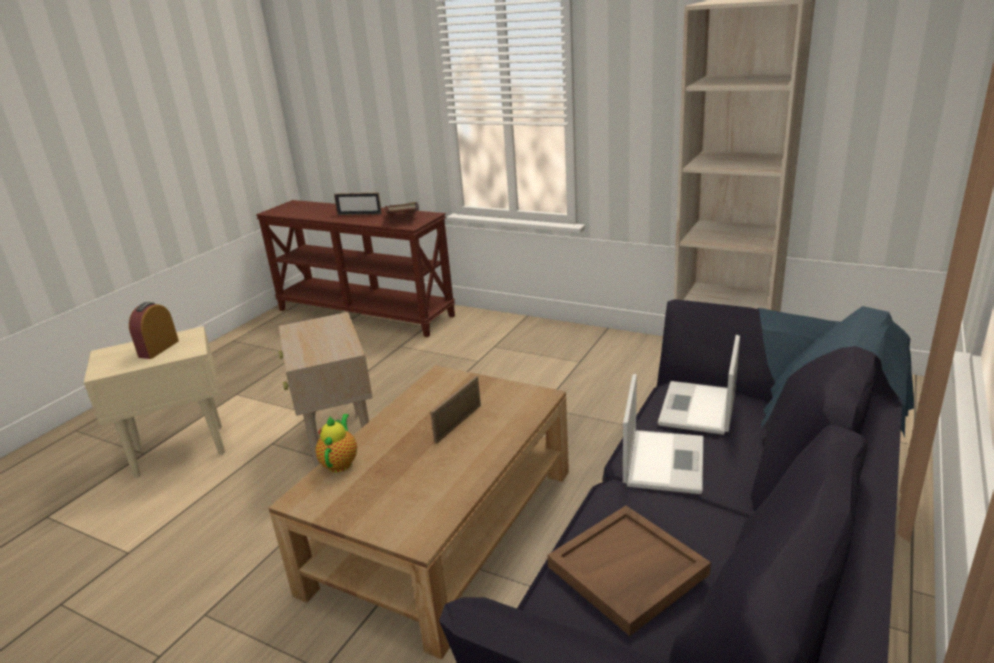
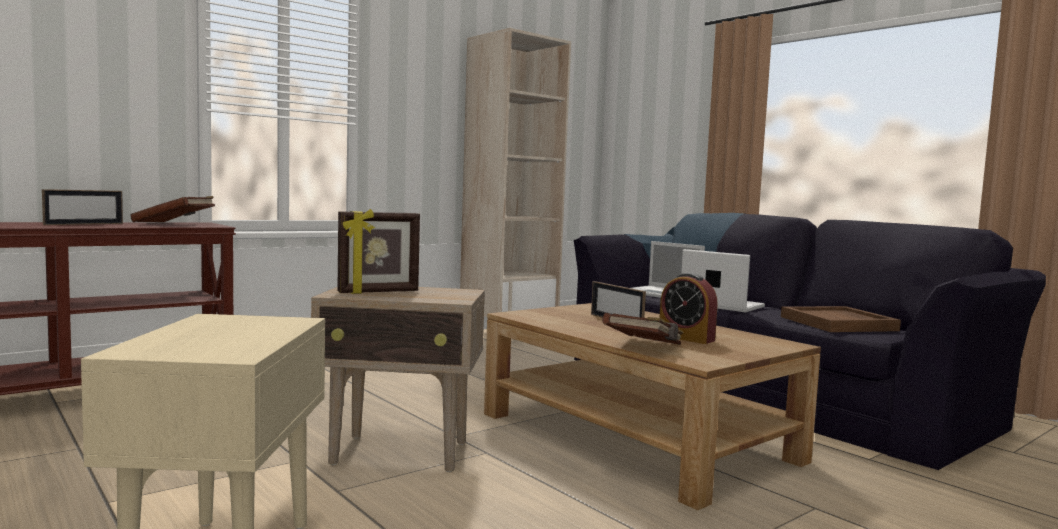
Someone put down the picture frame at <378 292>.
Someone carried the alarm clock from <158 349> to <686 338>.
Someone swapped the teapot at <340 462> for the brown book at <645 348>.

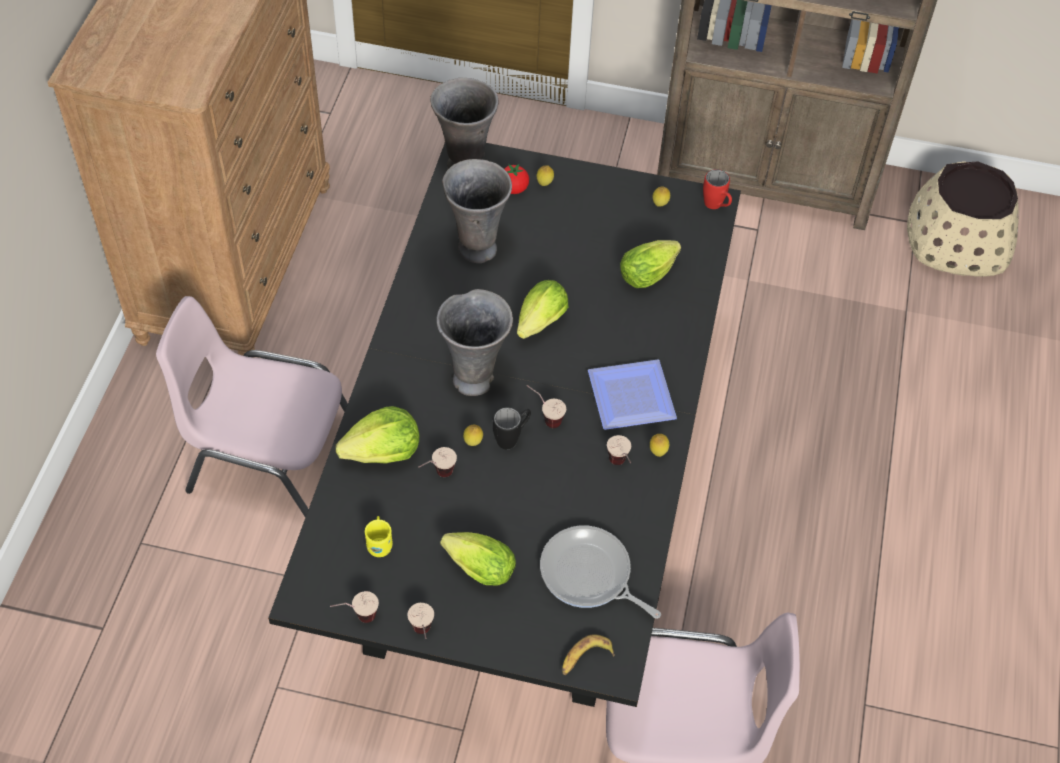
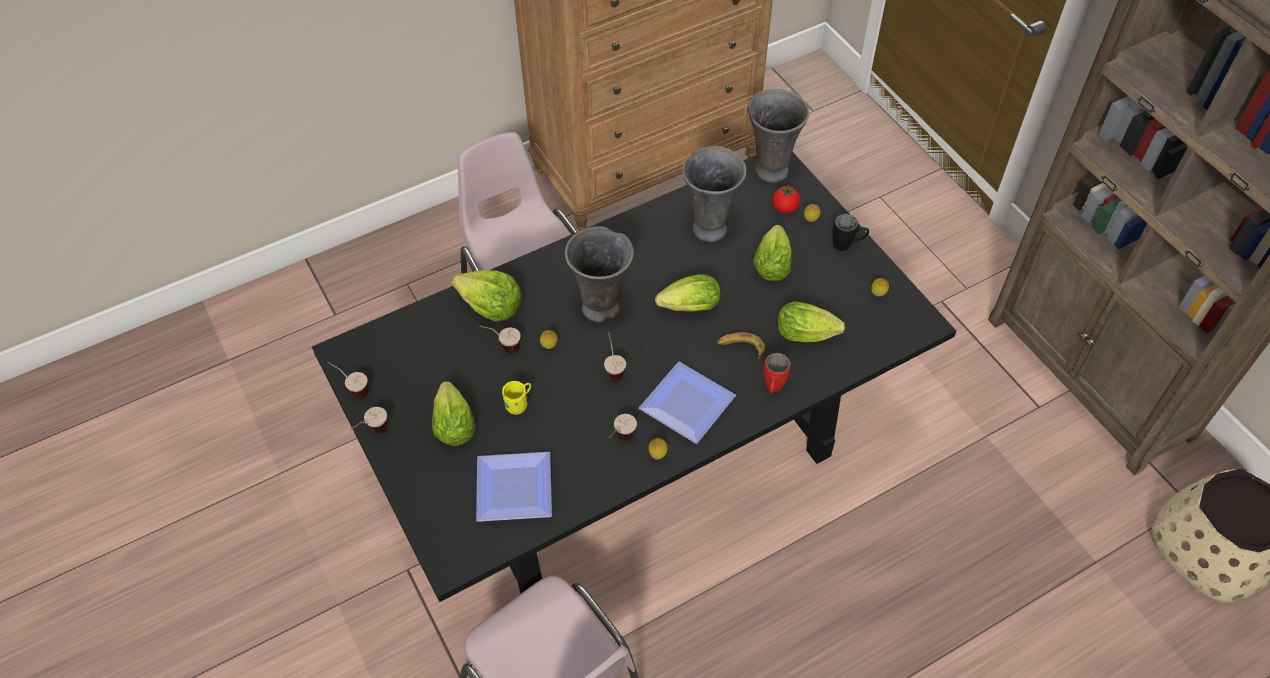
Someone put down the lettuce at <772 263>.
Someone carried the yellow mug from <379 544> to <519 404>.
Someone carried the black mug from <512 438> to <847 245>.
Someone carried the banana from <585 658> to <740 347>.
Someone carried the red mug from <716 207> to <772 389>.
Someone swapped the frying pan at <589 575> for the plate at <511 491>.

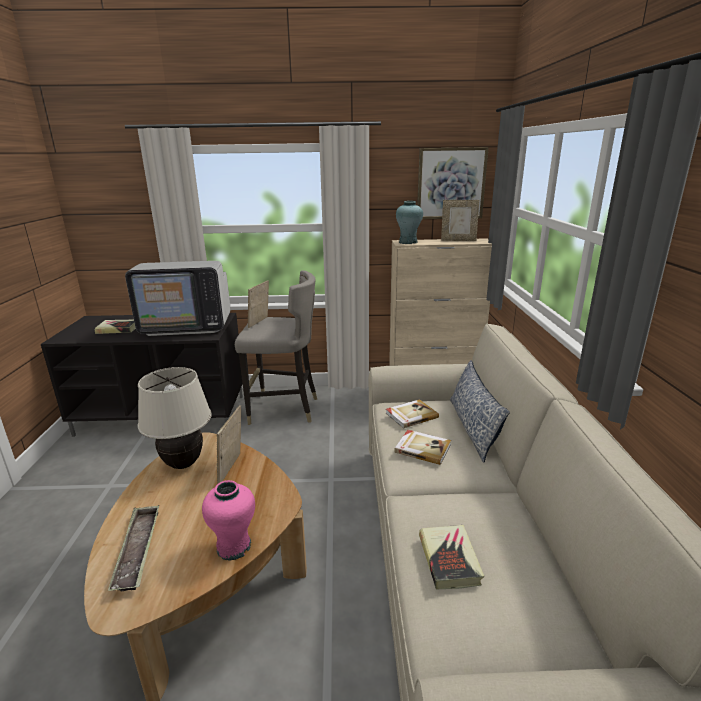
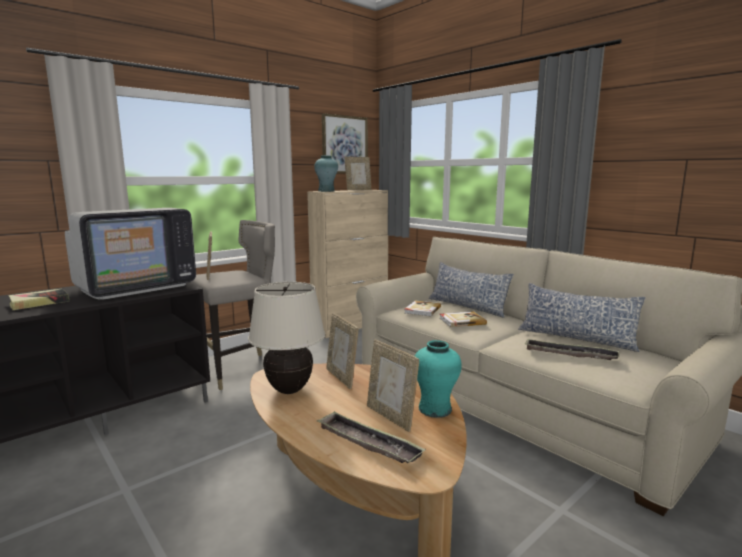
Someone put down the picture frame at <391 417>.
Someone put down the pillow at <576 338>.
Someone swapped the book at <449 559> for the tray at <569 354>.
Someone repainted the pink vase at <234 546>, which became the turquoise vase at <434 409>.

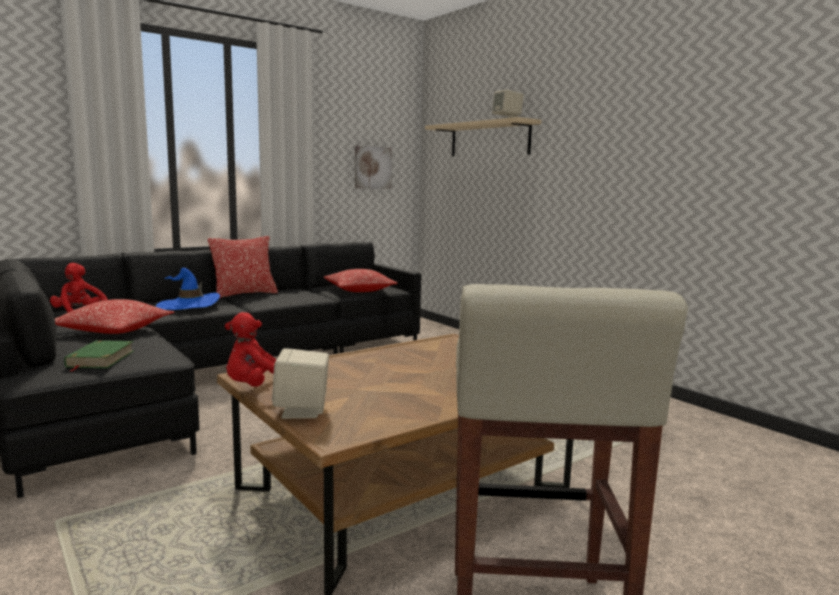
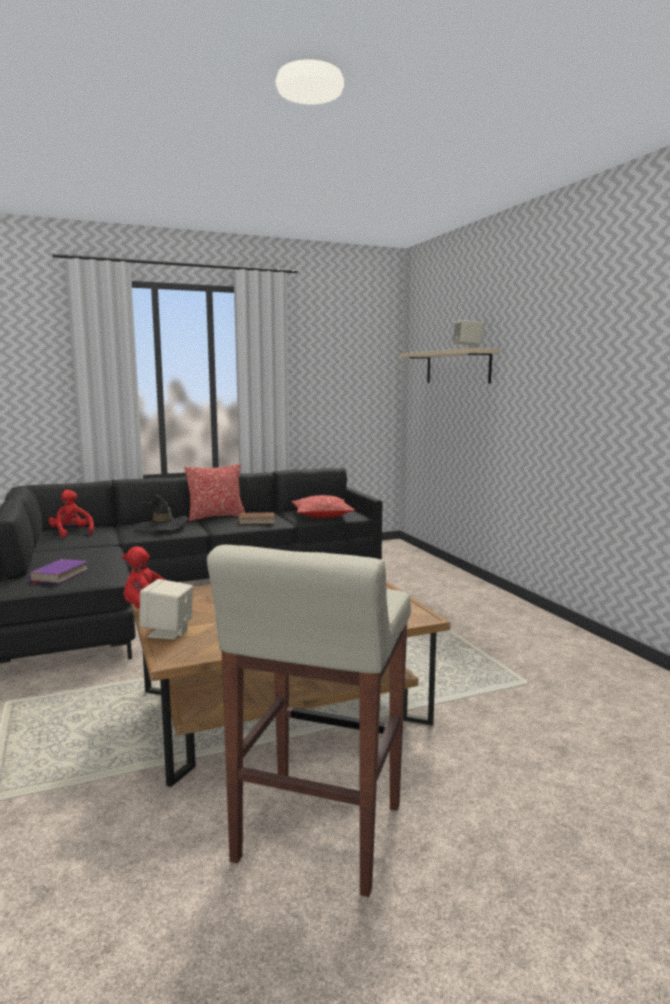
Someone took away the pillow at <113 331>.
Someone took away the picture at <372 167>.
Someone put down the brown book at <256 521>.
Someone repainted the green book at <100 359>, which became the purple book at <59 575>.
Someone repainted the blue hat at <188 306>, which became the black hat at <161 527>.

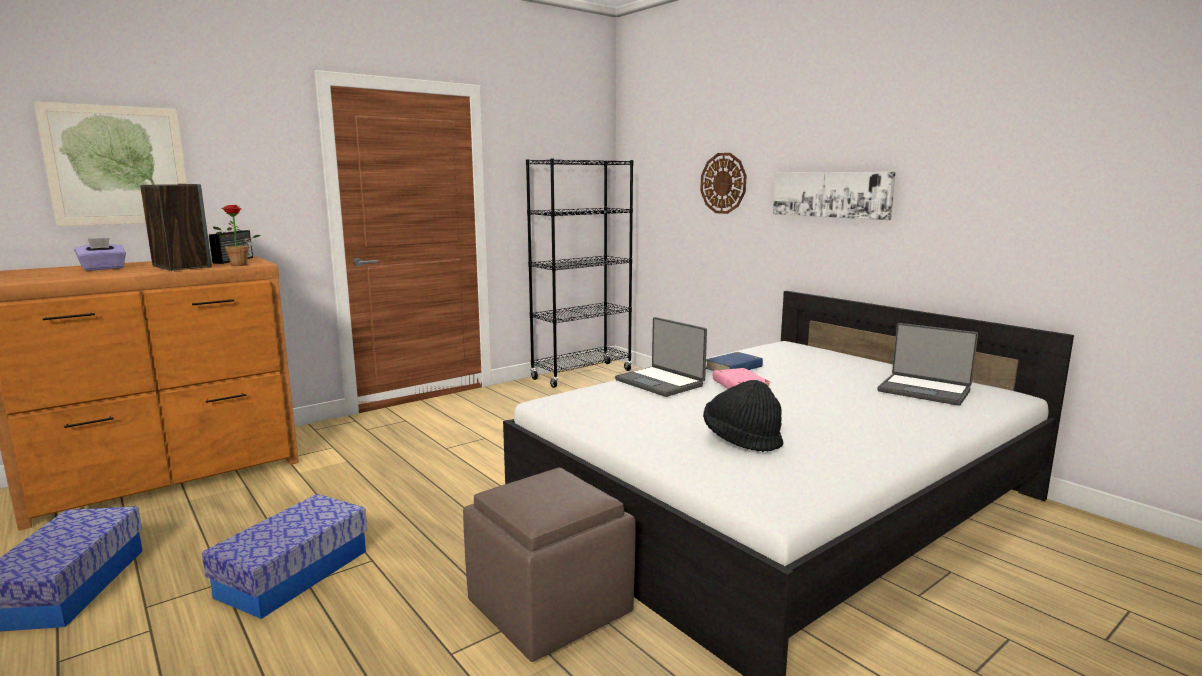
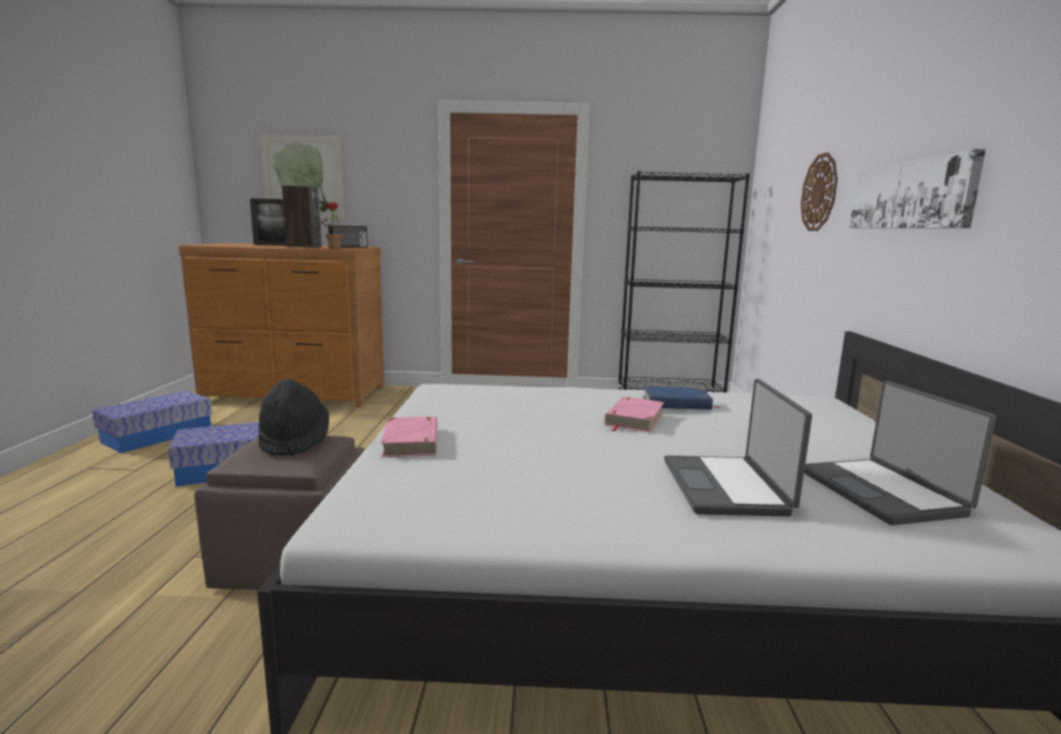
Someone put down the pink book at <411 442>.
Someone carried the laptop from <660 382> to <727 487>.
Someone carried the black hat from <741 440> to <294 441>.
Someone swapped the purple tissue box at <103 268> for the picture frame at <272 245>.

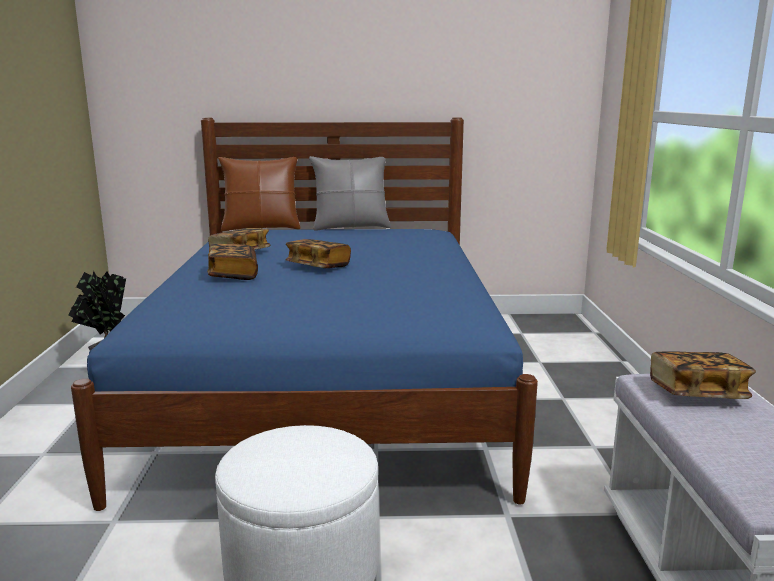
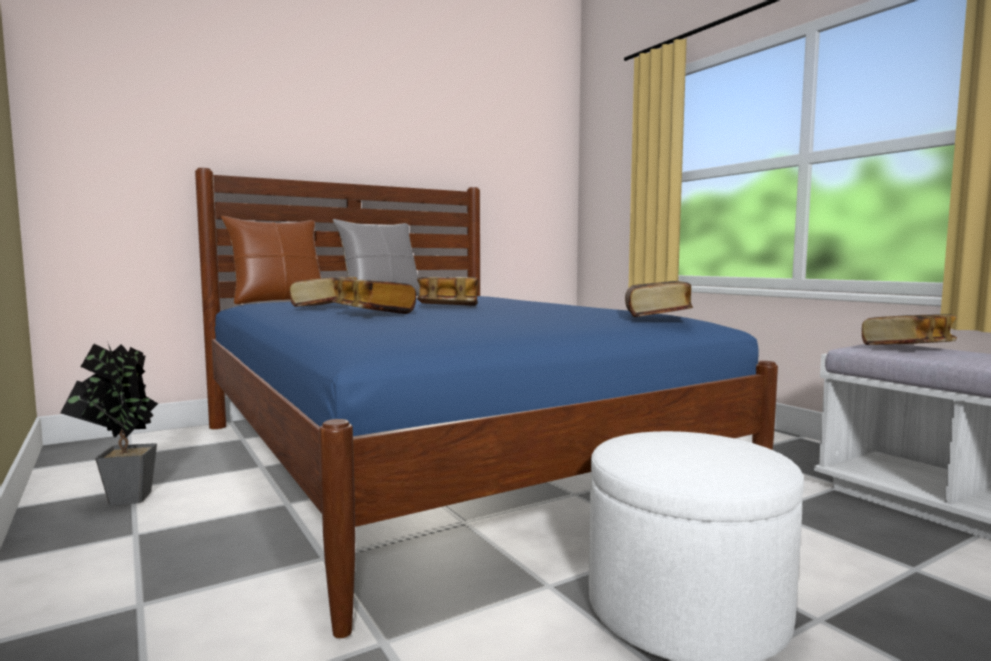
Someone put down the book at <657 316>.

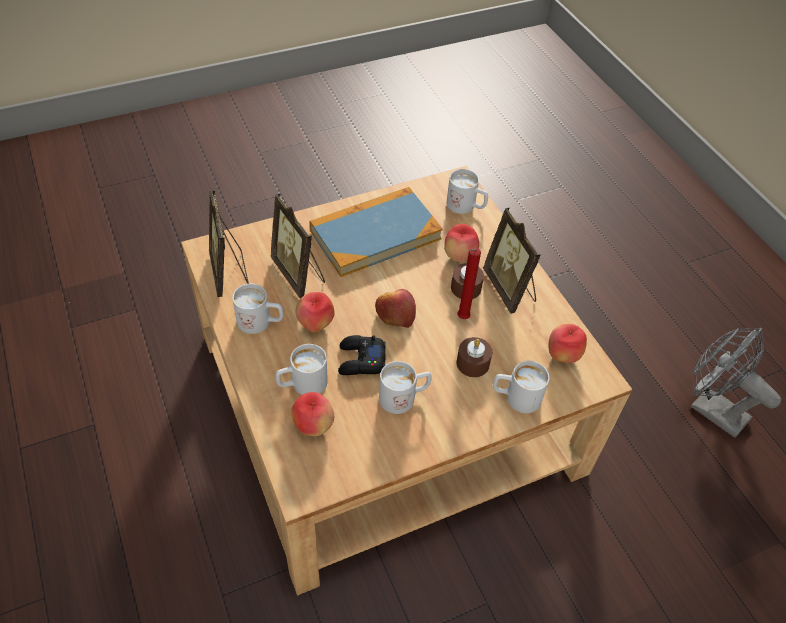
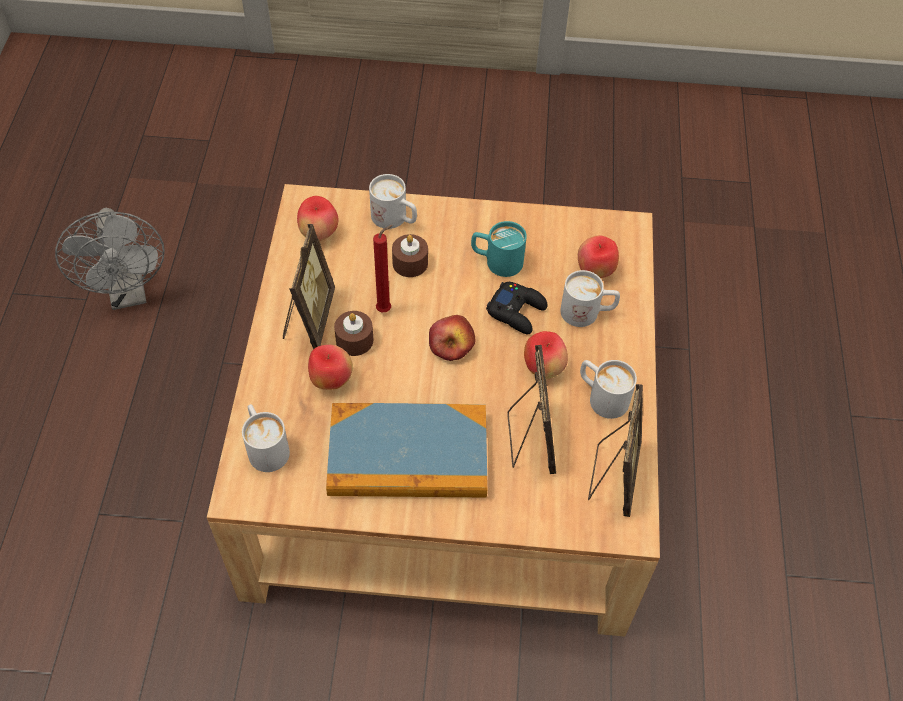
Someone repainted the white mug at <404 397>, which became the turquoise mug at <496 261>.

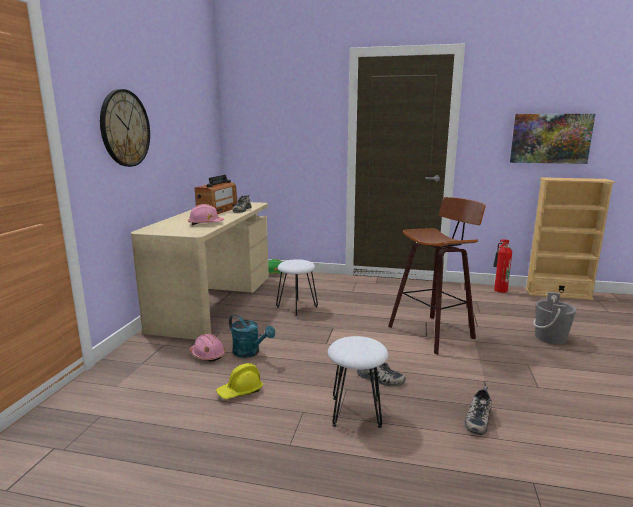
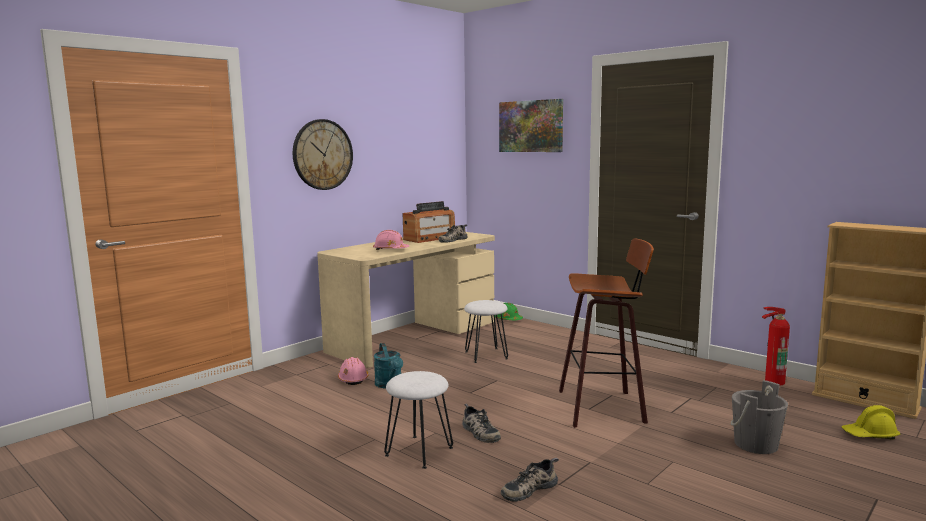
Someone carried the yellow hard hat from <240 391> to <870 435>.
Someone carried the picture from <550 138> to <531 126>.

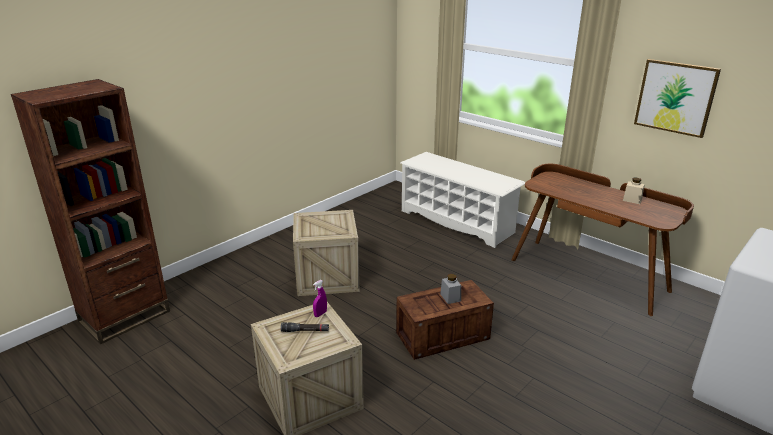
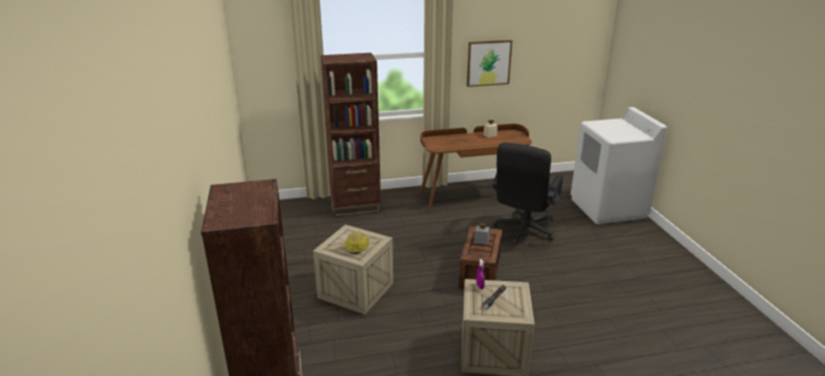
Someone put down the hard hat at <357 247>.
Someone put down the black office chair at <523 231>.
Someone swapped the white shoe rack at <457 222> for the brown bookcase at <355 207>.

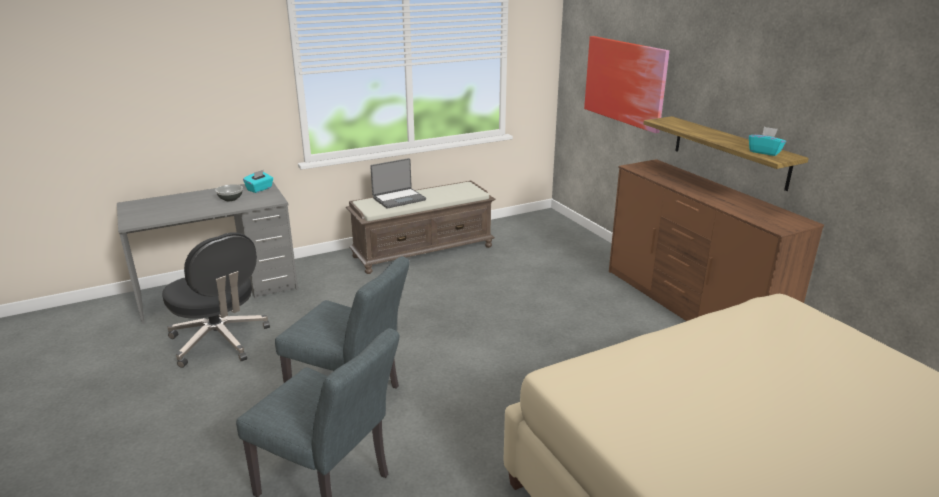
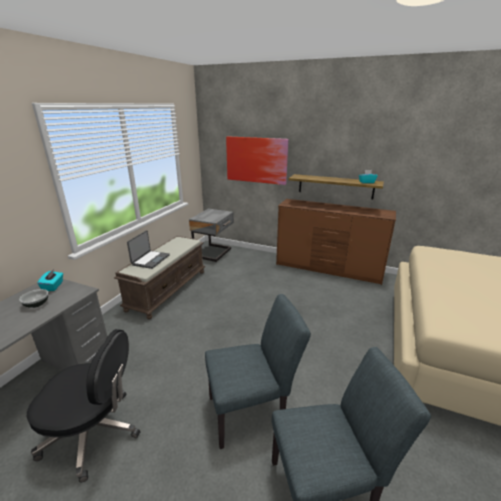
Someone put down the grey nightstand at <214 253>.

